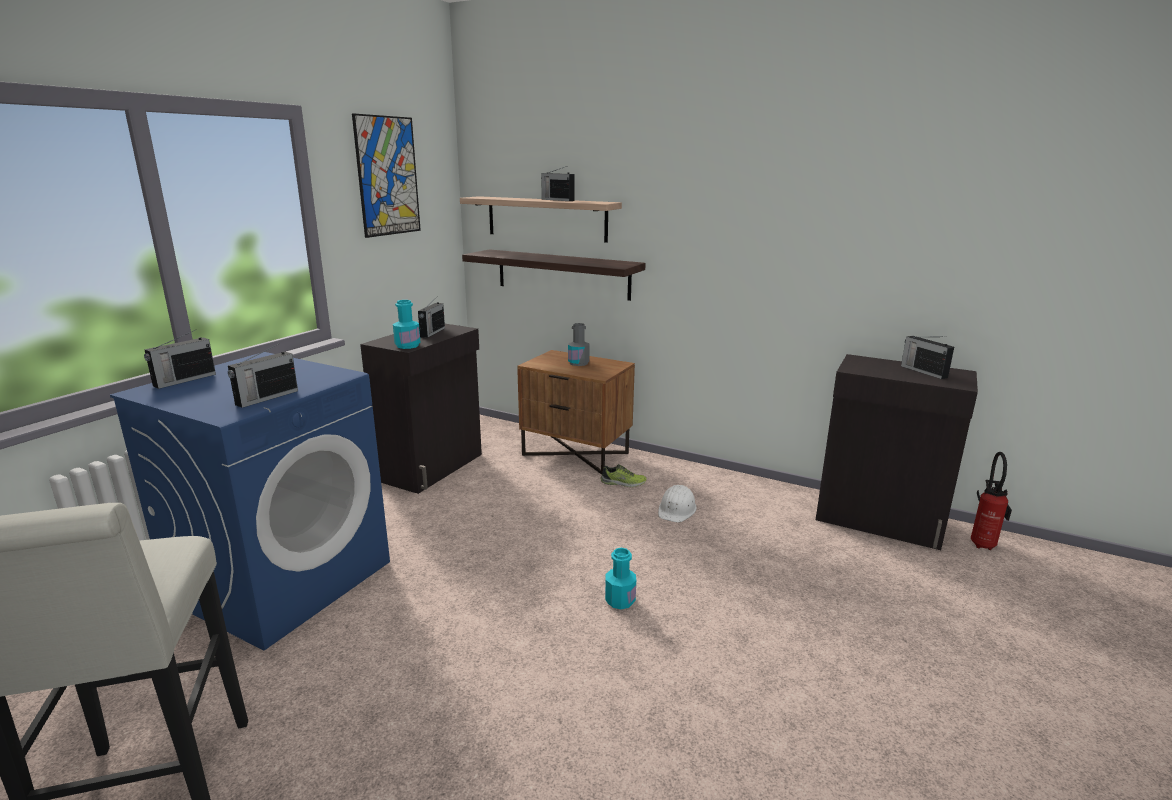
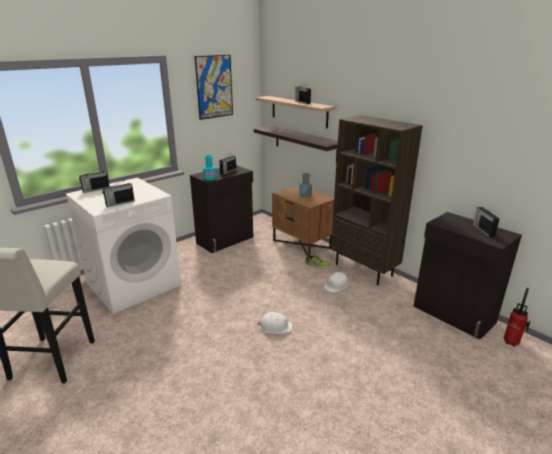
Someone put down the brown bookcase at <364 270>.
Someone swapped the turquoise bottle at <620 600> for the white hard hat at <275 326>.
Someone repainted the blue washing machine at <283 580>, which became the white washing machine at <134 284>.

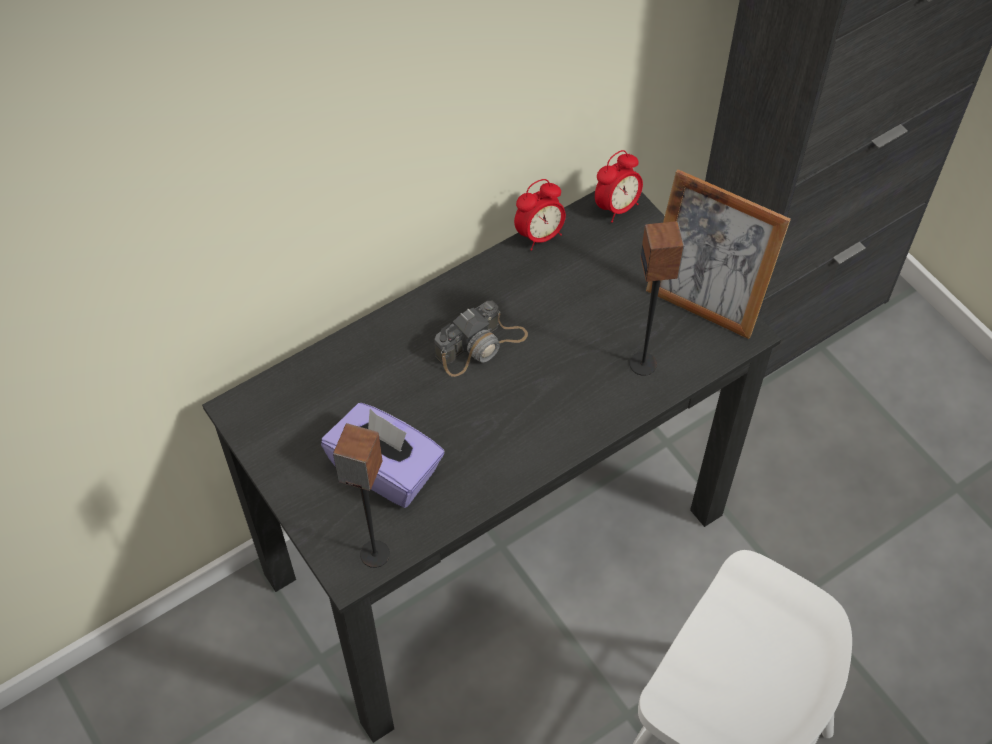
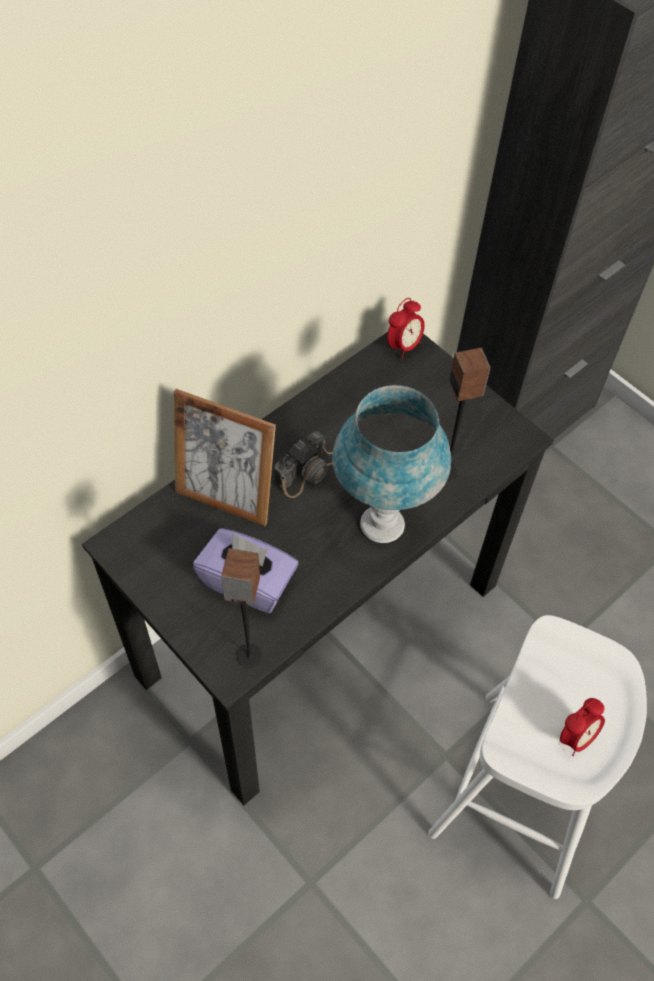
Someone put down the blue table lamp at <382 525>.
Someone carried the alarm clock from <539 235> to <575 737>.
Someone carried the picture frame from <704 302> to <226 497>.

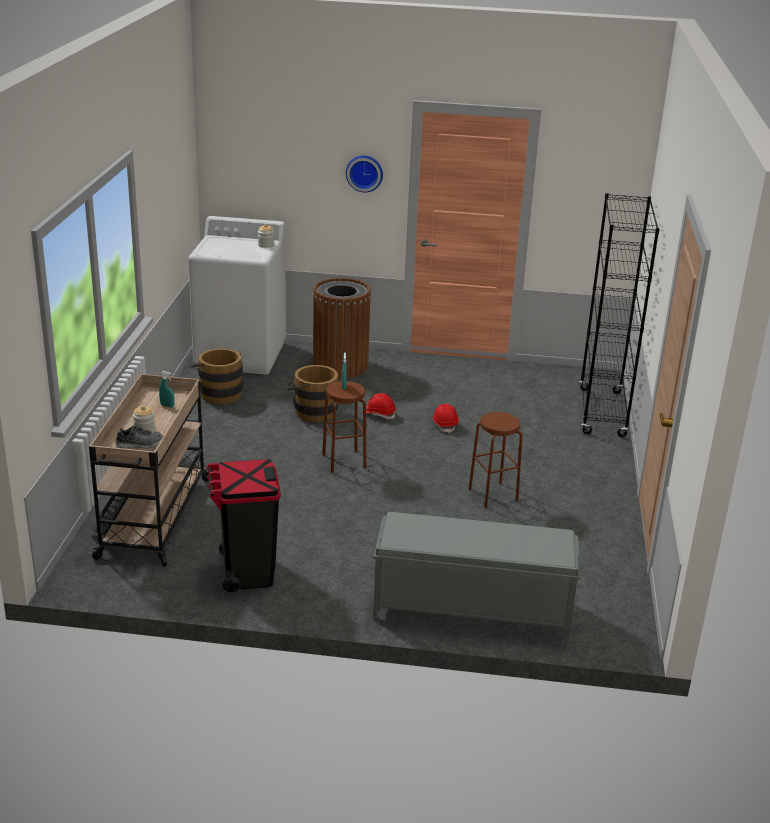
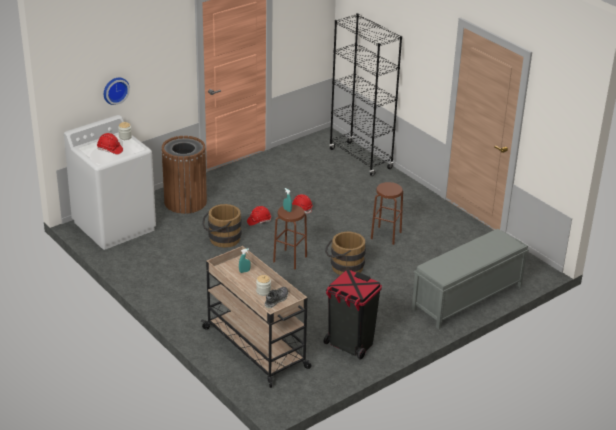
Someone put down the red hard hat at <110 150>.
Someone carried the brown bucket from <218 393> to <343 267>.
Someone carried the wall clock from <364 173> to <115 90>.

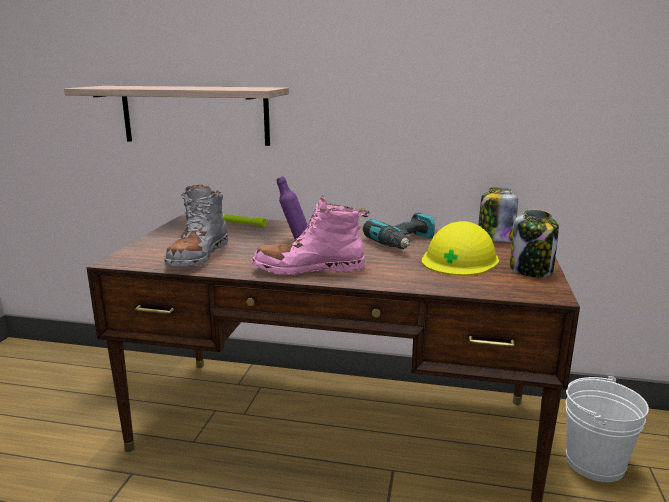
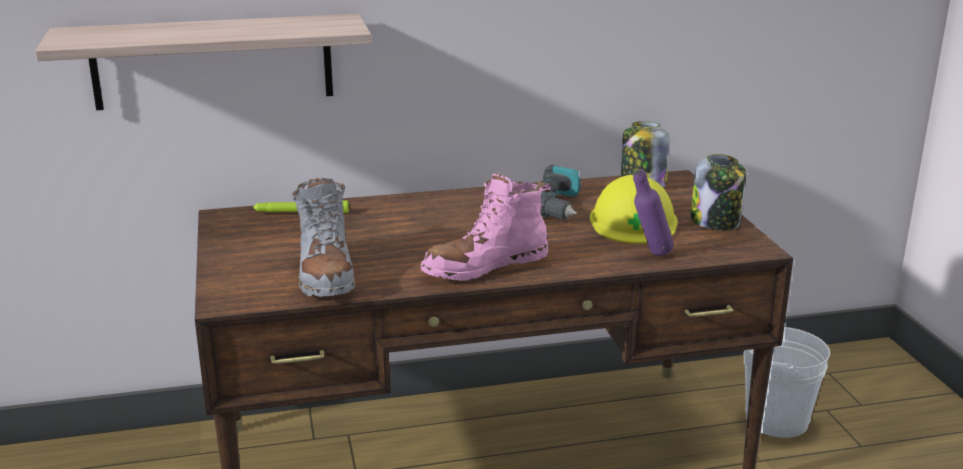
Someone carried the purple bottle from <294 240> to <650 254>.

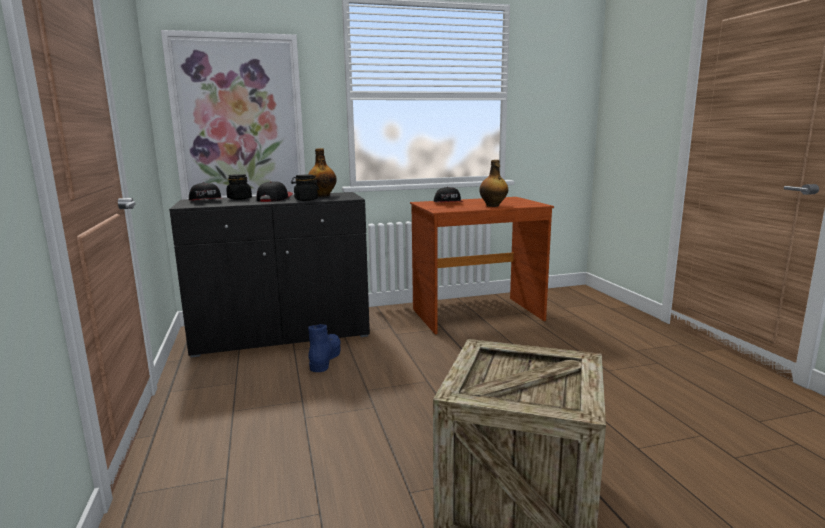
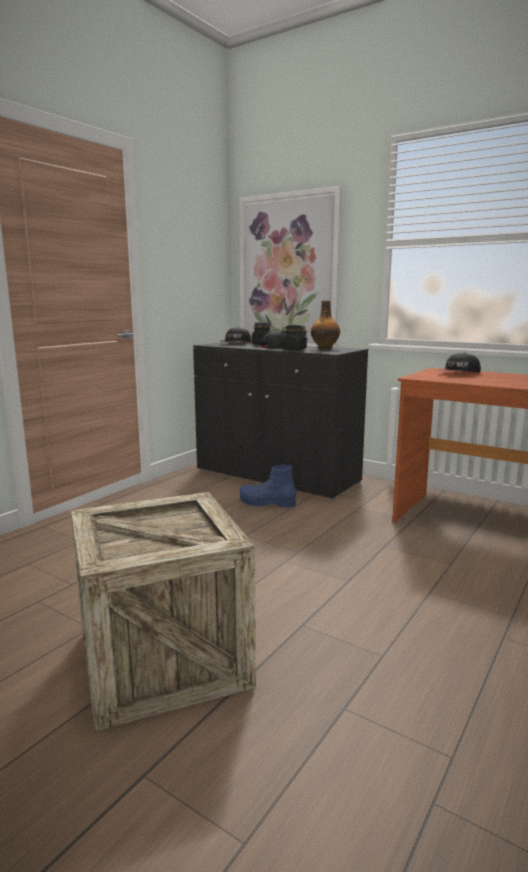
Someone took away the bottle at <493 206>.
Someone rotated the blue boot at <325 359> by 135 degrees counterclockwise.

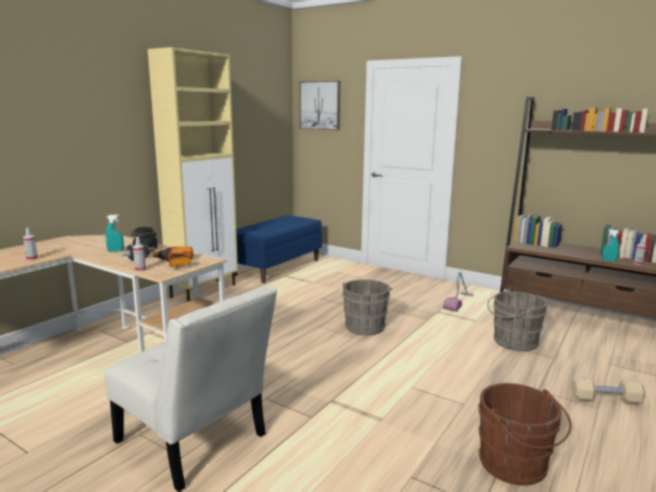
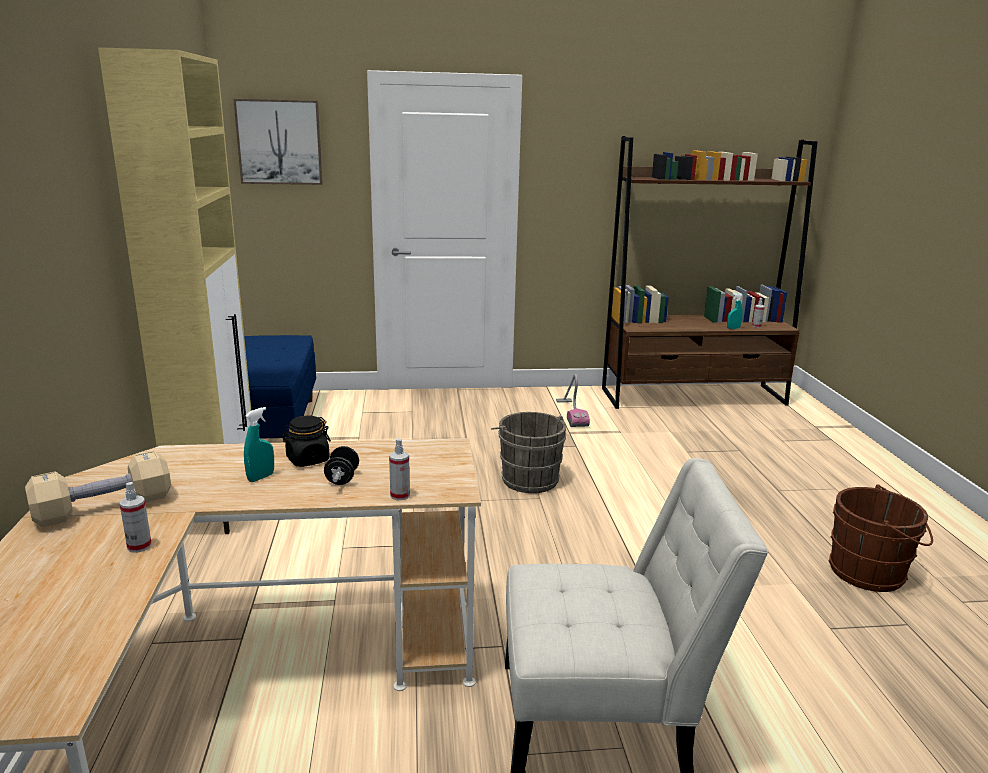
Someone took away the power drill at <173 264>.
Someone took away the grey bucket at <512 342>.
Someone carried the beige dumbbell from <605 400> to <104 508>.

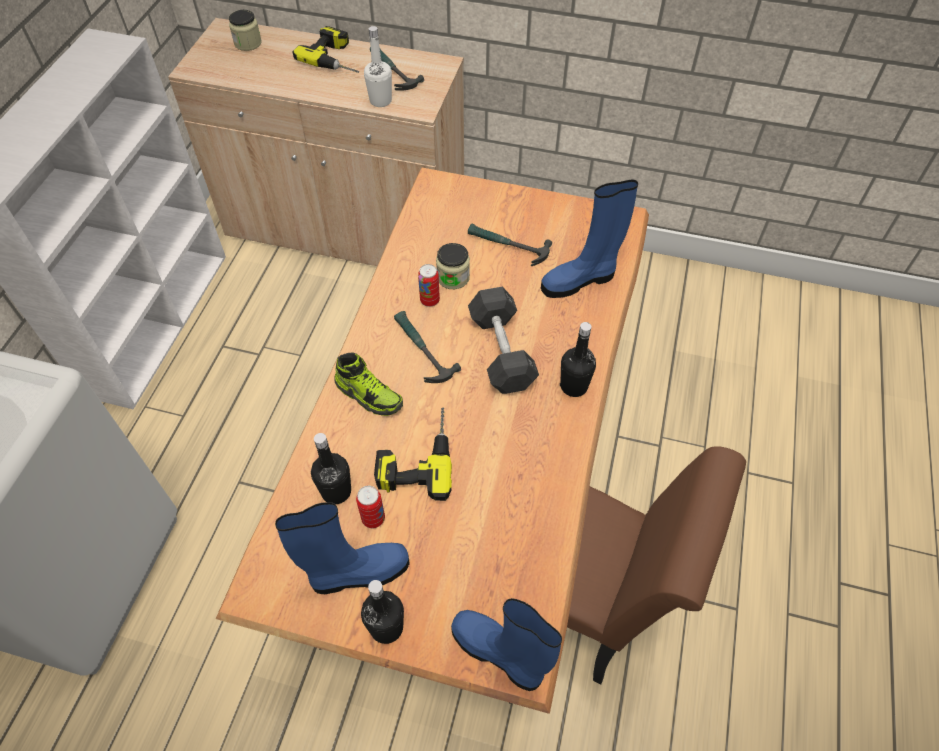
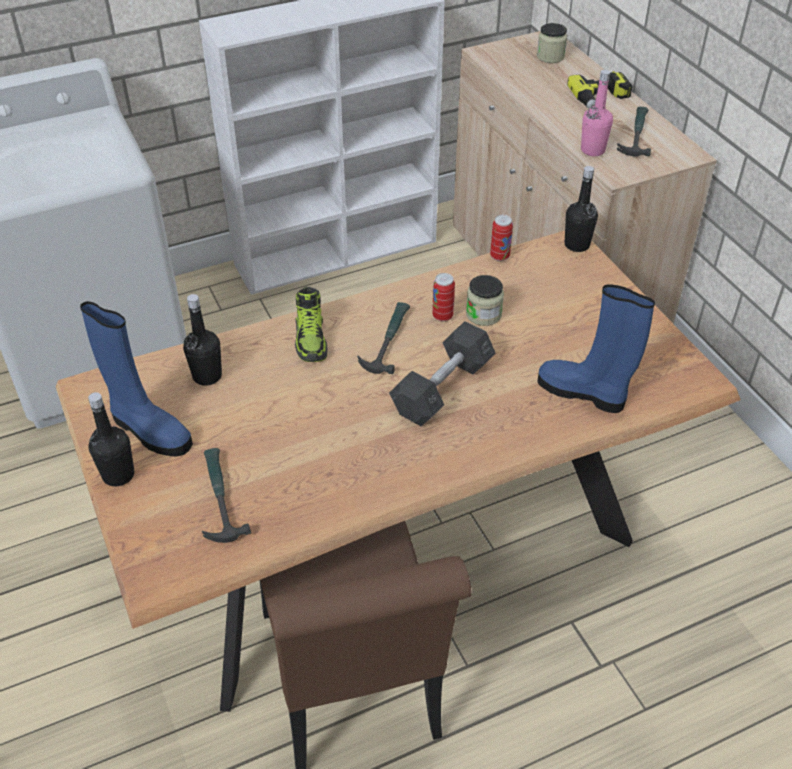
Someone took away the power drill at <415 455>.
Someone took away the blue boot at <500 654>.
Someone carried the can from <373 518> to <499 256>.
Someone carried the hammer from <507 246> to <218 498>.
Someone carried the black bottle from <574 386> to <577 245>.
Someone repainted the white bottle at <380 101>, which became the pink bottle at <592 150>.

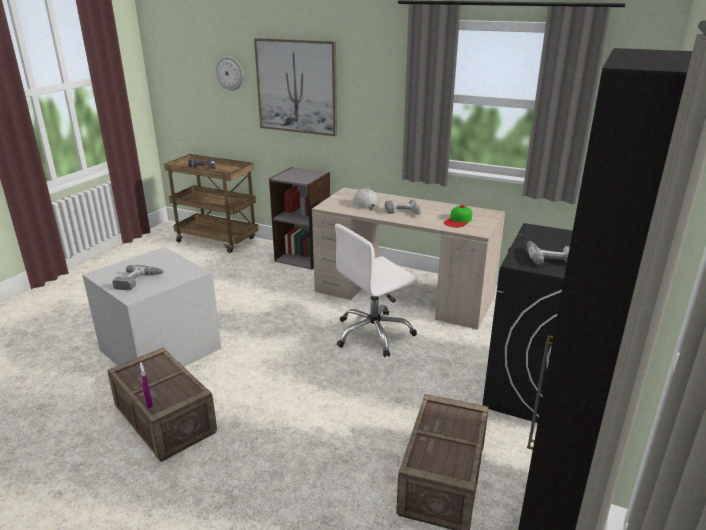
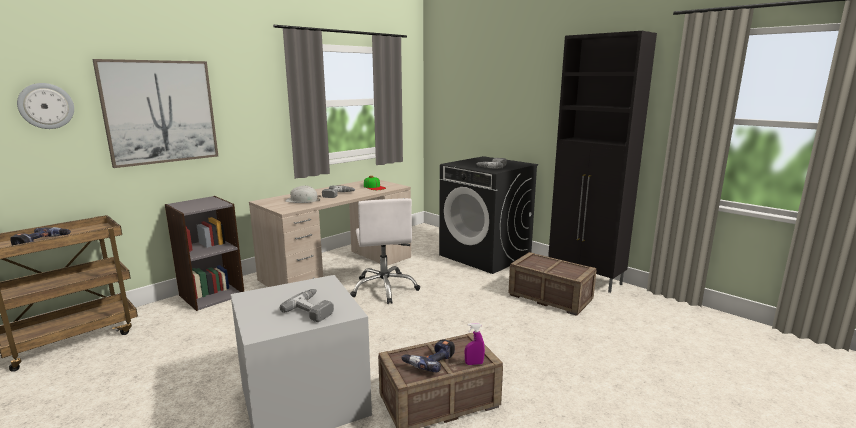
Someone put down the power drill at <429 361>.

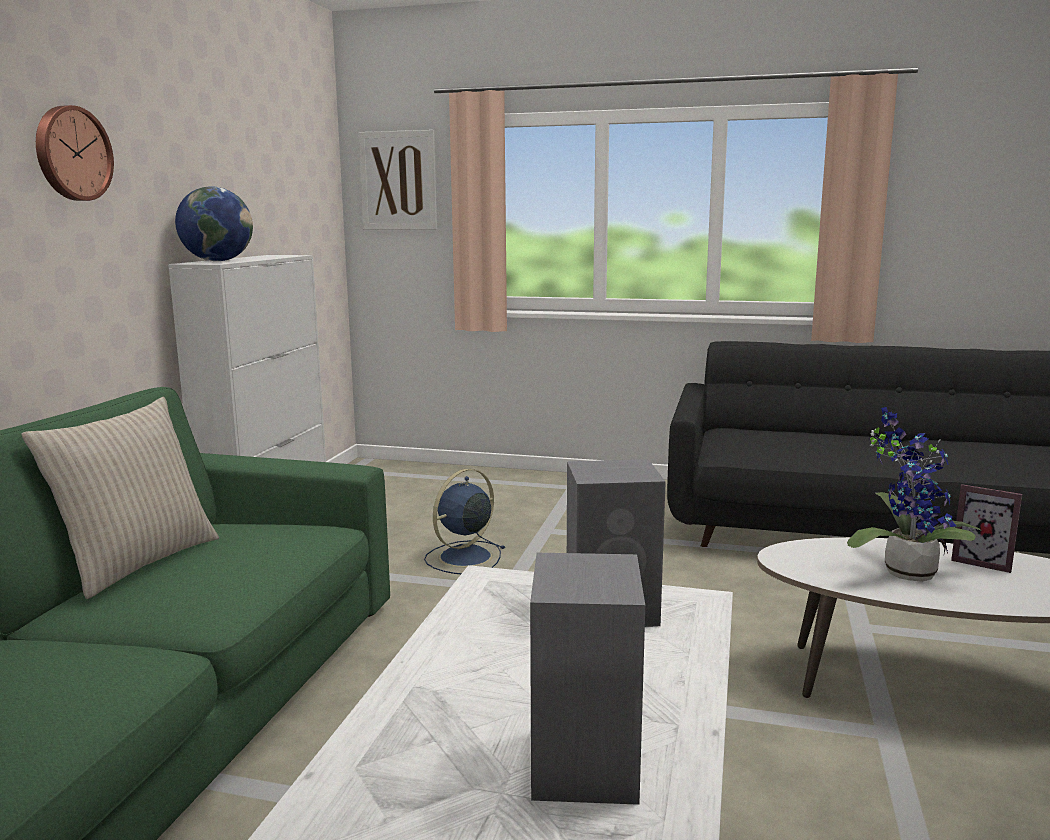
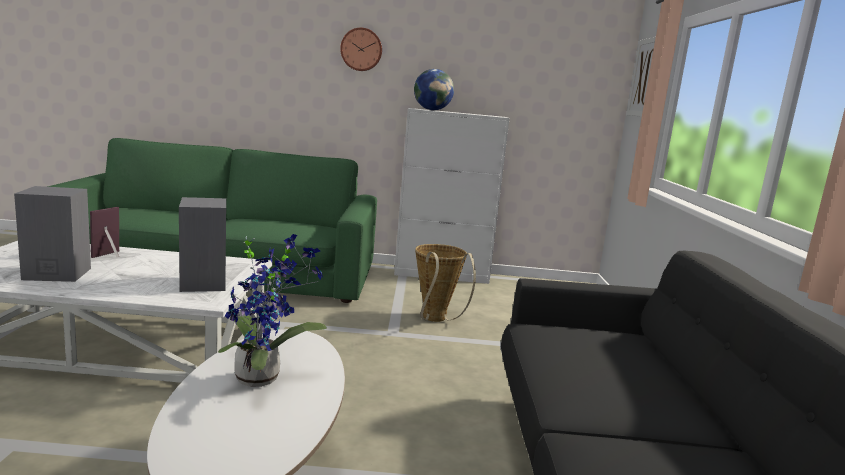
Someone took away the beige pillow at <137 562>.
Someone carried the picture frame from <982 561> to <111 255>.
Someone swapped the blue fan at <463 558> for the basket at <435 320>.

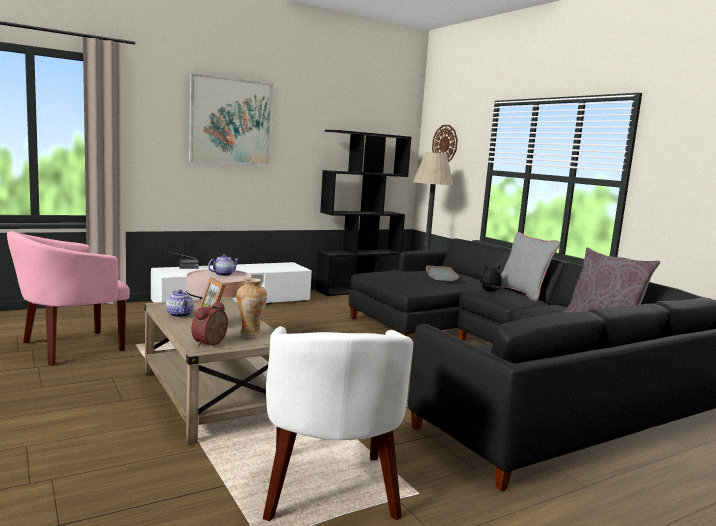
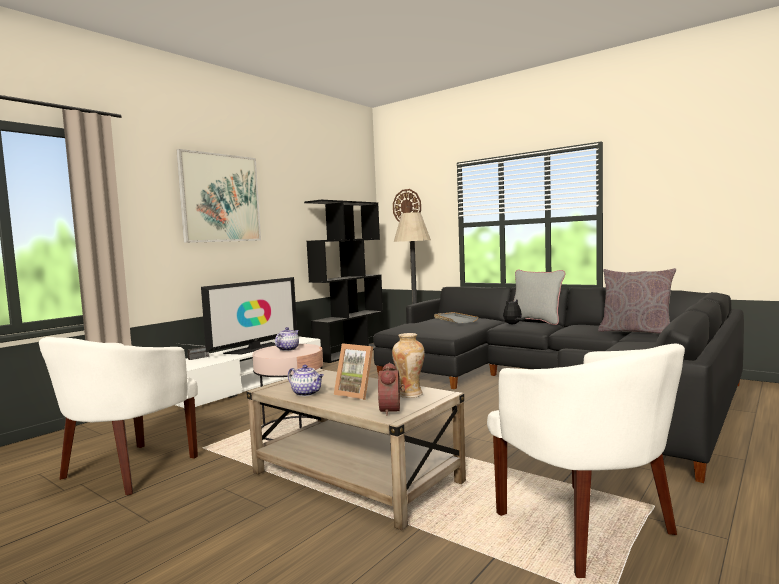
Someone put down the television at <254 349>.
Someone repainted the pink armchair at <69 348>, which became the white armchair at <127 470>.

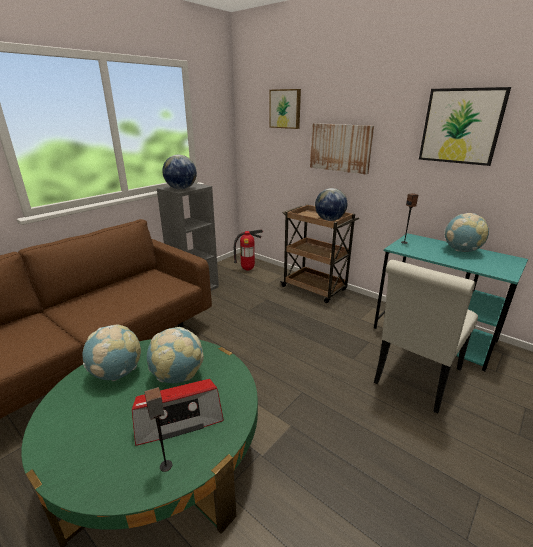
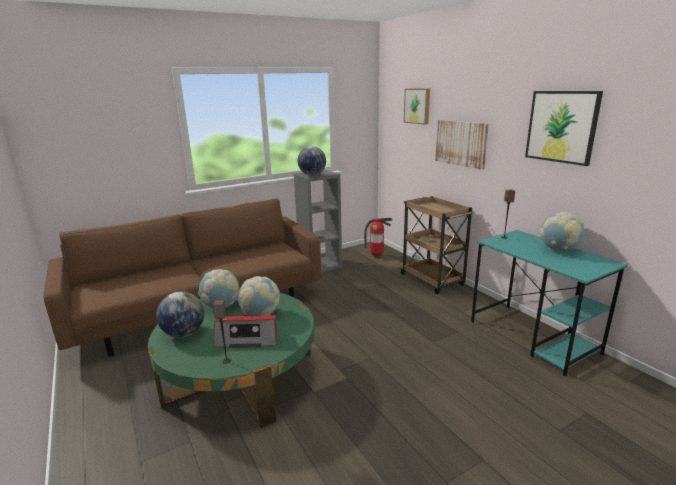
Someone took away the white chair at <415 379>.
Someone carried the globe from <329 220> to <184 333>.

